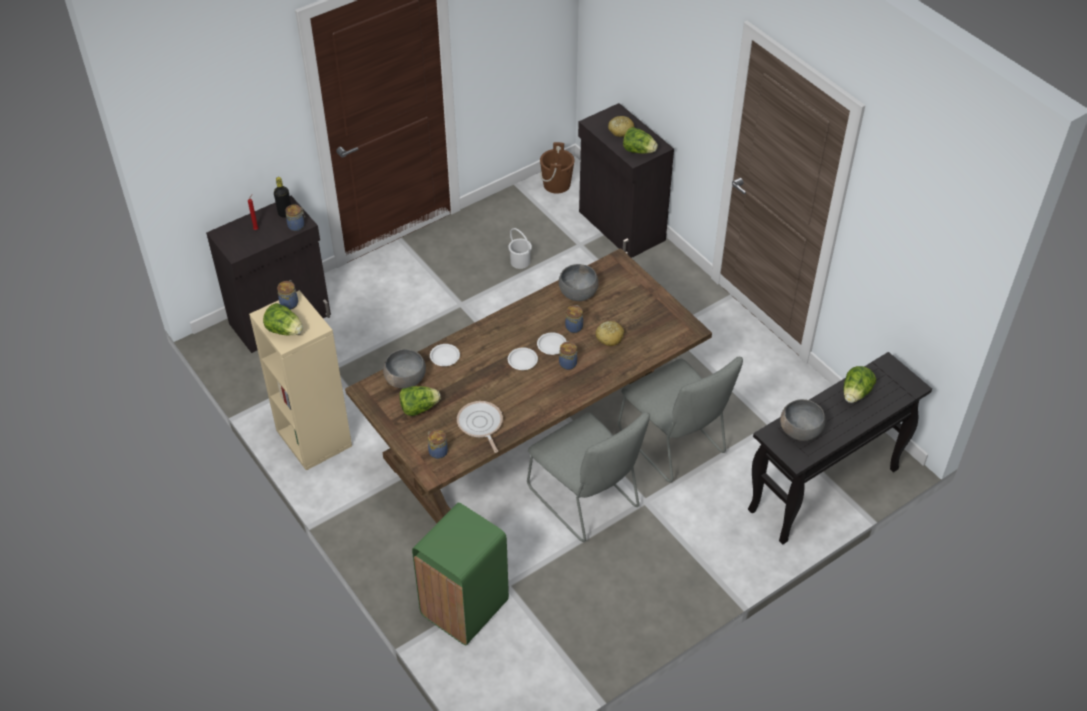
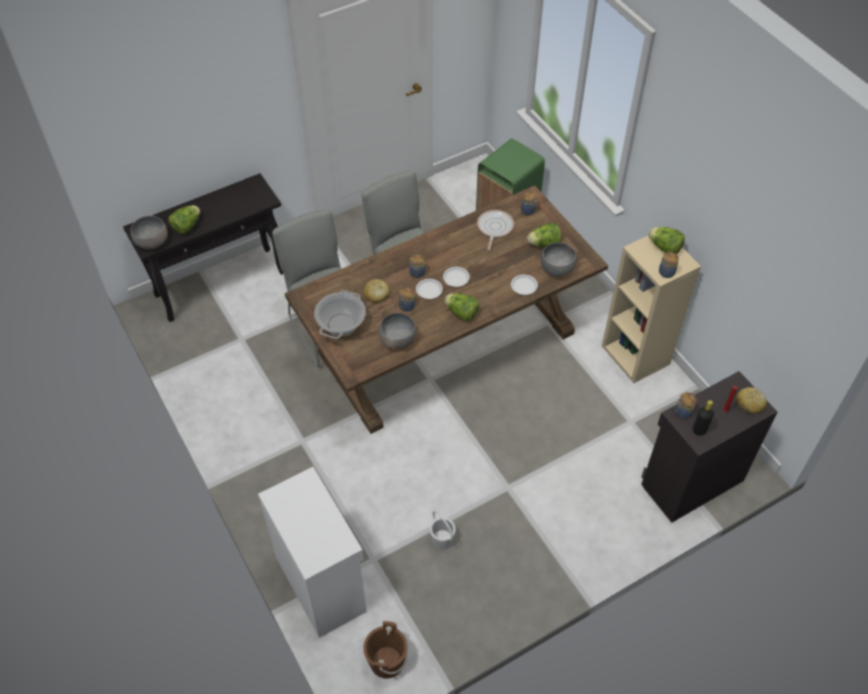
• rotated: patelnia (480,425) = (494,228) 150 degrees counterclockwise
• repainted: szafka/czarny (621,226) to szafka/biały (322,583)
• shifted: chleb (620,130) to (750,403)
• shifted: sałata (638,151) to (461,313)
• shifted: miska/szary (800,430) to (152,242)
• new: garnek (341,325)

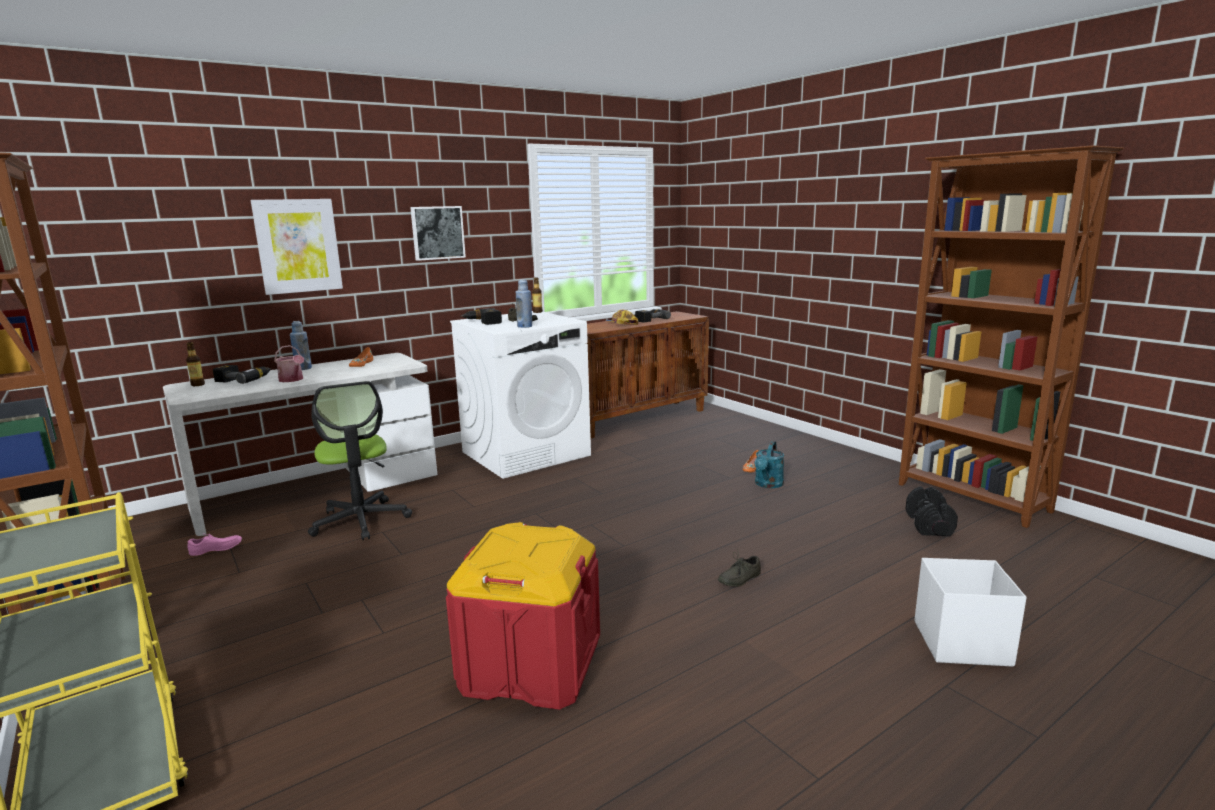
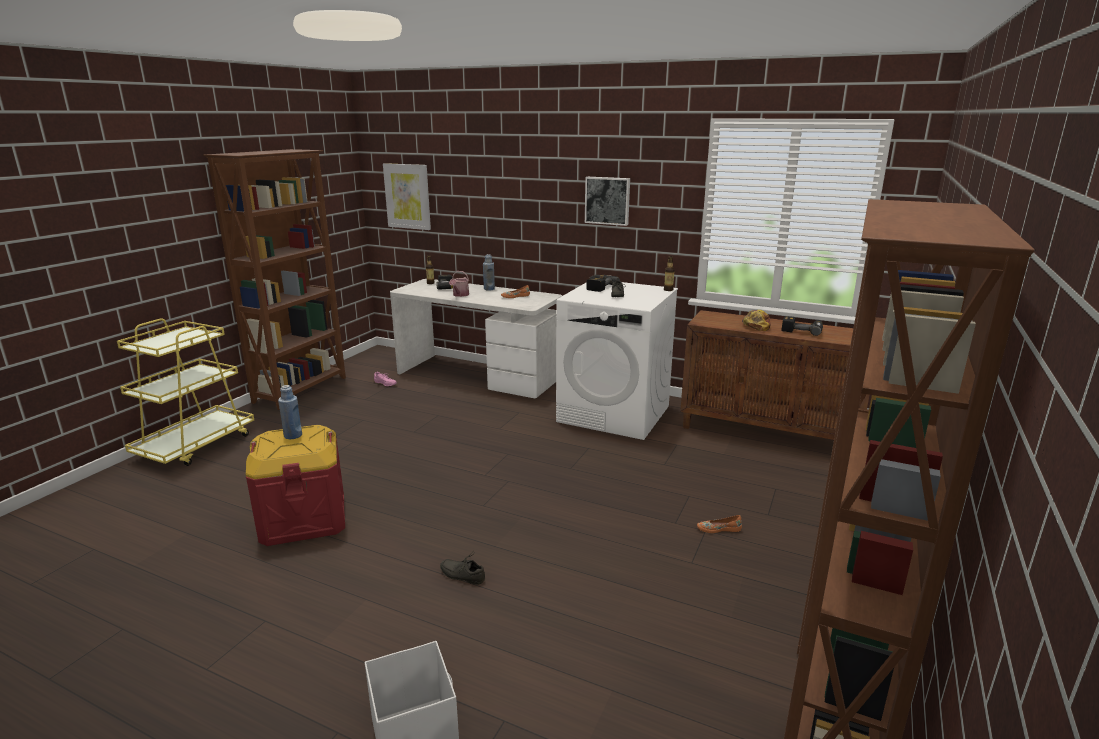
• shifted: obraz (298,246) to (407,196)
• gone: krzesło biurowe (361,521)
• shifted: butelka/niebieski (524,326) to (293,435)
• gone: konewka/turkusowy (768,485)
• gone: hantel/czarny (929,525)

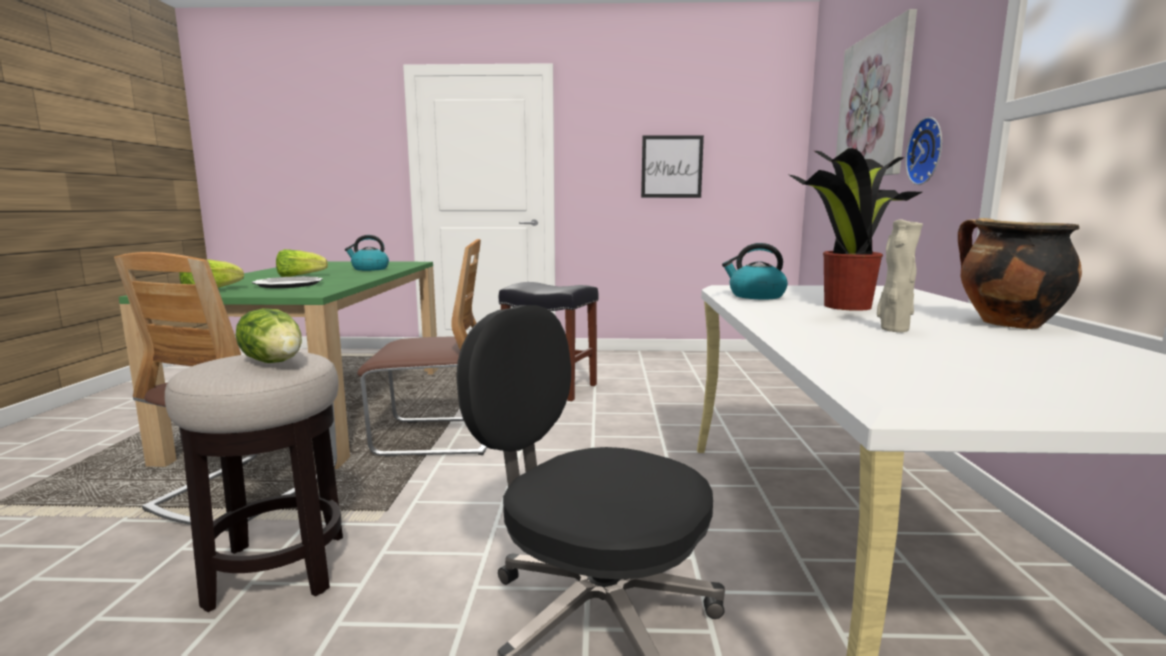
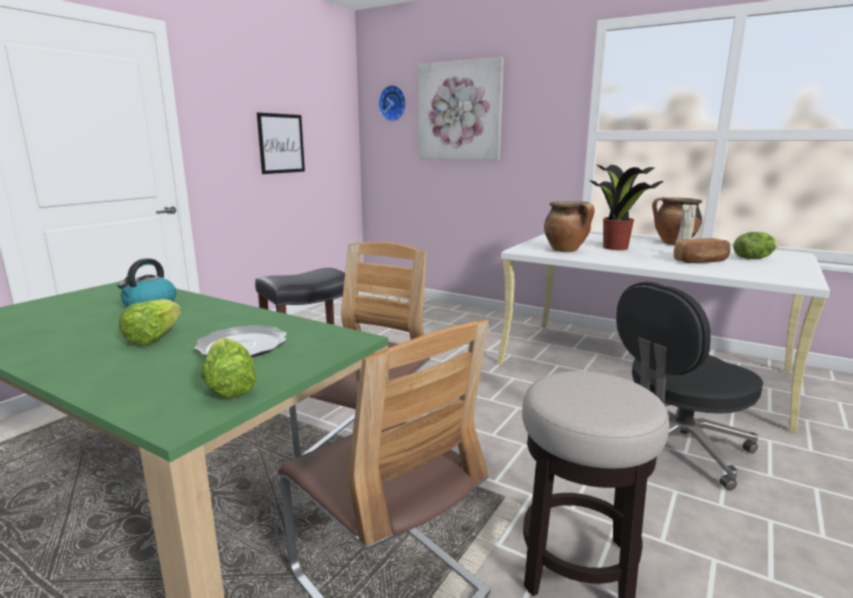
• shifted: sałata (274,361) to (752,258)
• swapped: czajnik (755,296) to garnek (566,250)
• shifted: zegar ścienny (928,151) to (393,103)
• new: chleb (701,261)

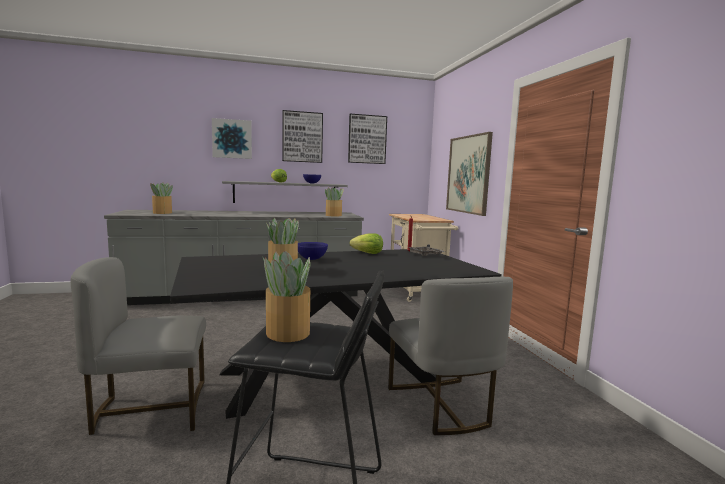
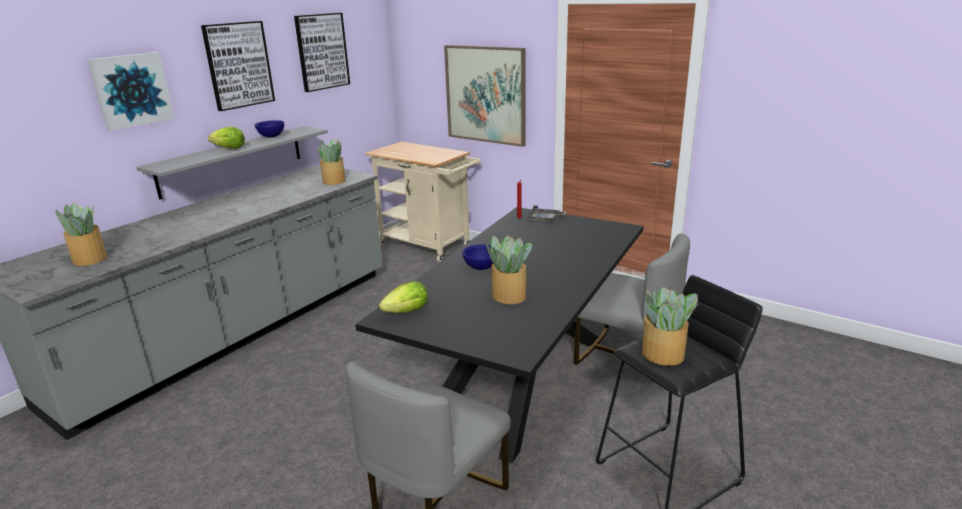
• shifted: sałata (368,253) to (407,312)

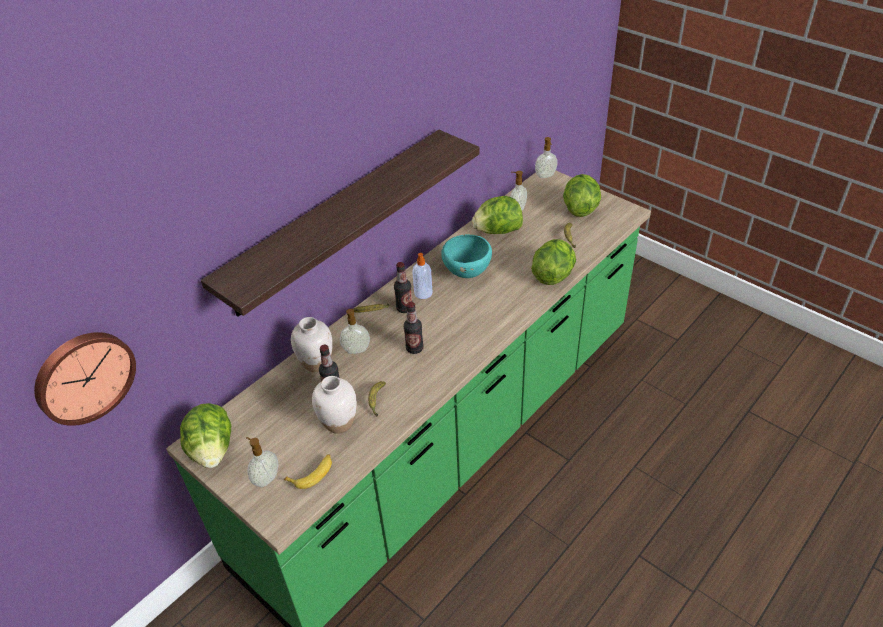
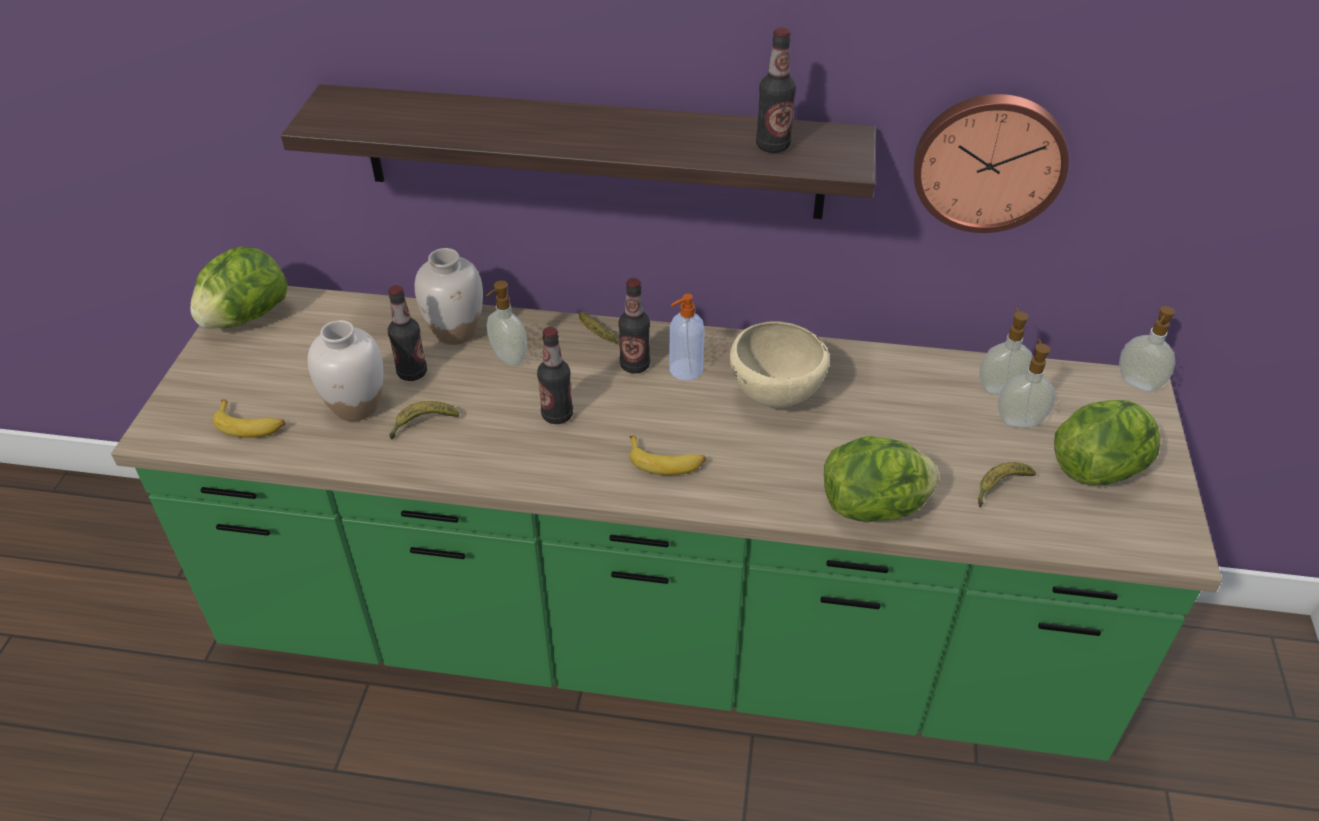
• shifted: zegar ścienny (84,376) to (989,161)
• shifted: dozownik mydła (266,478) to (1019,420)
• repainted: miska/turkusowy (467,273) to miska/beżowy (776,398)
• gone: sałata (498,231)
• new: banan (666,461)
• new: butelka (773,146)

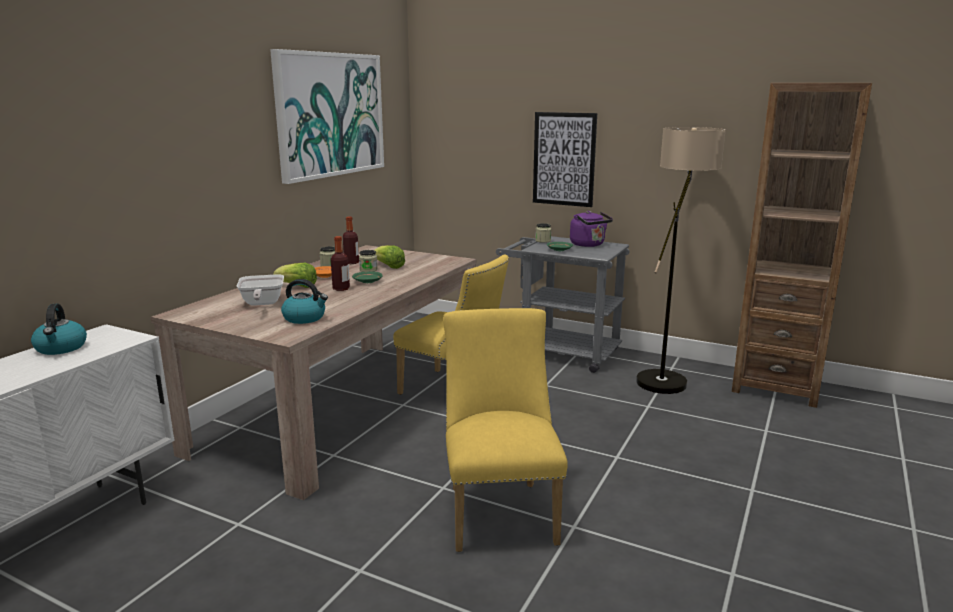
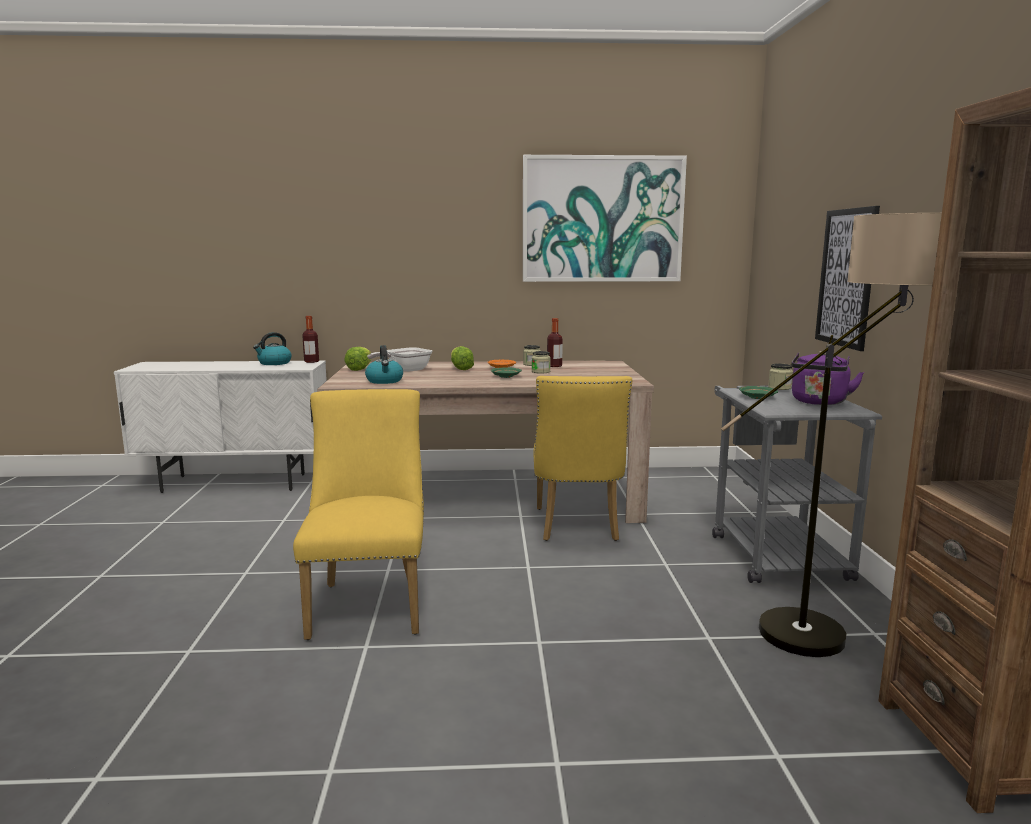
• shifted: butelka (341,289) to (311,361)
• shifted: sałata (389,266) to (360,369)
• rotated: krzesło/żółty (500,510) = (369,603) 60 degrees counterclockwise

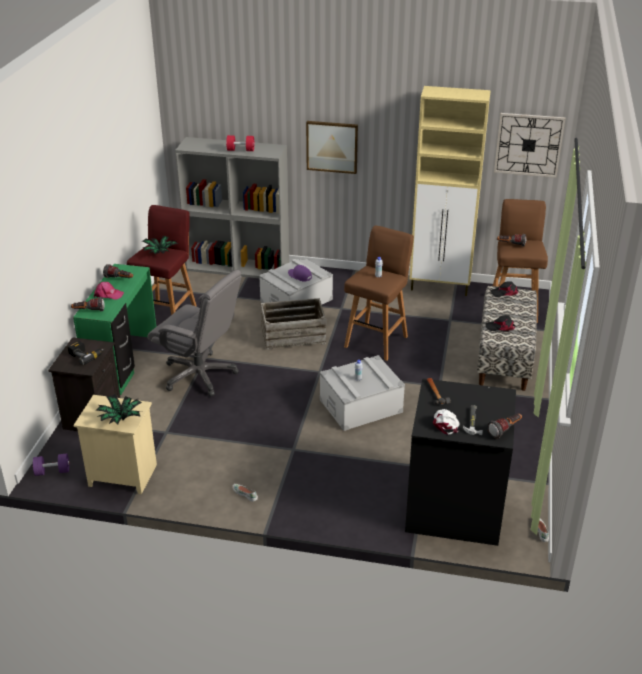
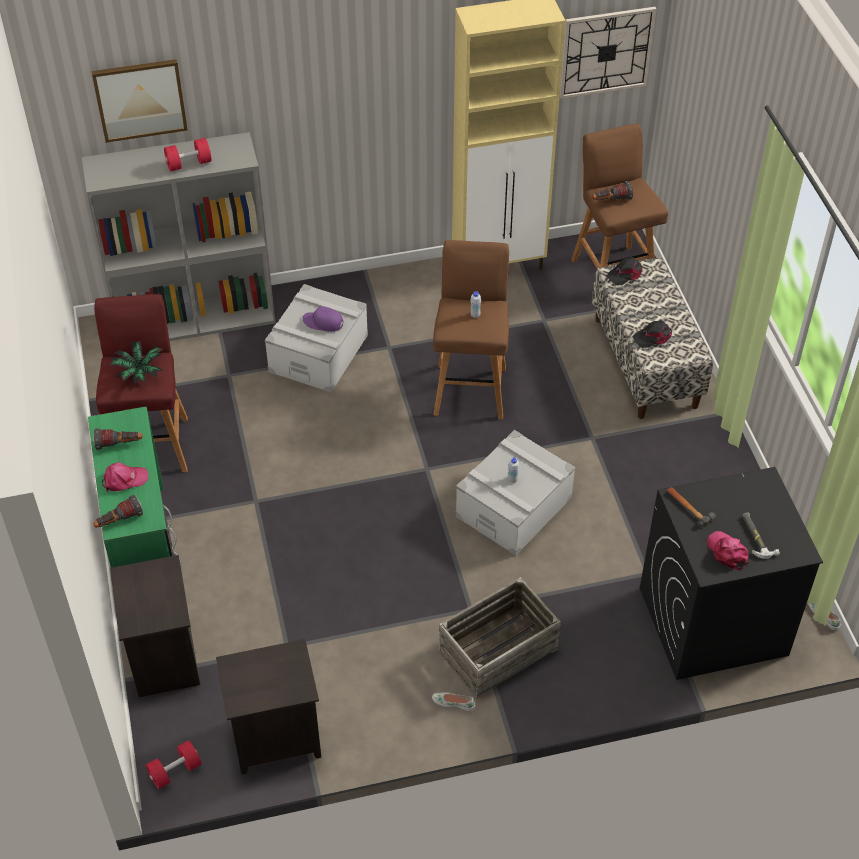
• repainted: hantel/fioletowy (52,471) to hantel/czerwony (175,771)
• gone: wiertarka (86,355)
• repainted: szafka nocna/beżowy (121,476) to szafka nocna/czarny (275,740)
• gone: roślina doniczkowa (120,419)
• gone: krzesło biurowe/szary (200,375)
• shifted: skrzynka (293,336) to (498,651)
• shifted: obraz (332,146) to (140,99)
• repainted: czapka z daszkiem/biały (445,423) to czapka z daszkiem/różowy (727,552)
• gone: latarka (505,430)

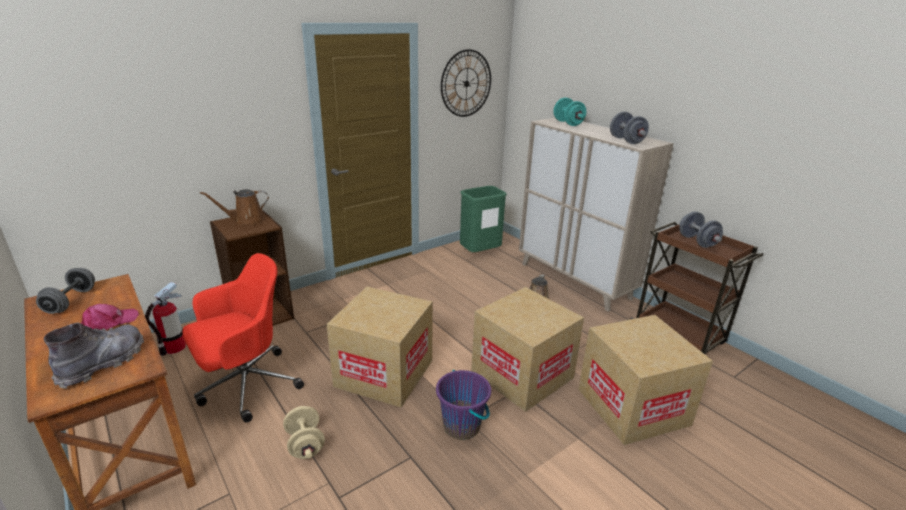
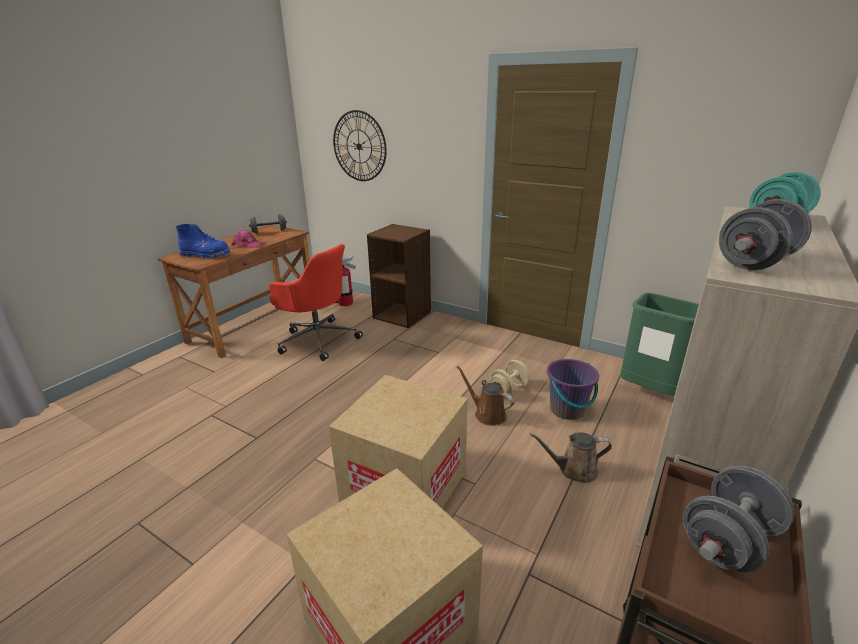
• repainted: but z cholewką/szary (104,363) to but z cholewką/niebieski (205,255)
• shifted: konewka/brązowy (246,221) to (487,414)
• shifted: hantel/beżowy (305,444) to (508,390)
• gone: karton (384,373)
• shifted: wiadro/fioletowy (462,426) to (567,410)
• shifted: zegar ścienny (466,83) to (359,146)

